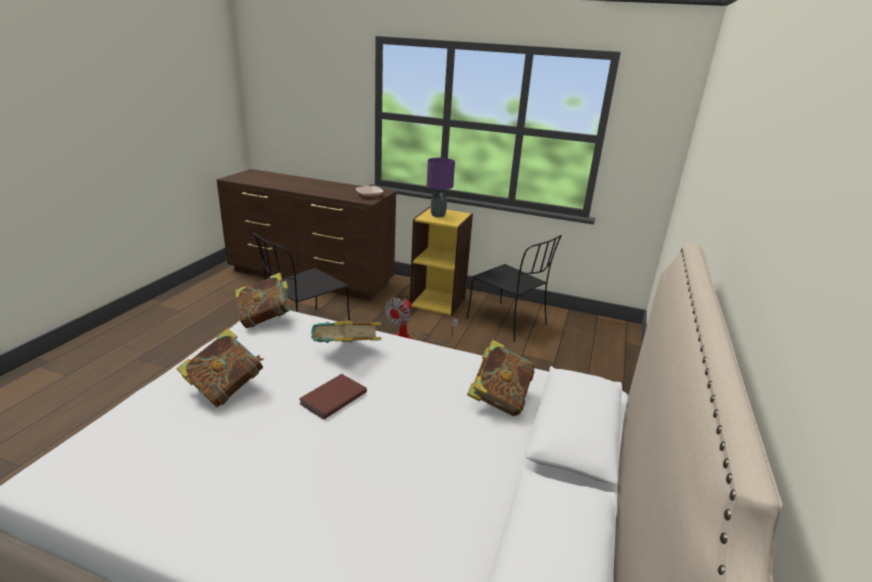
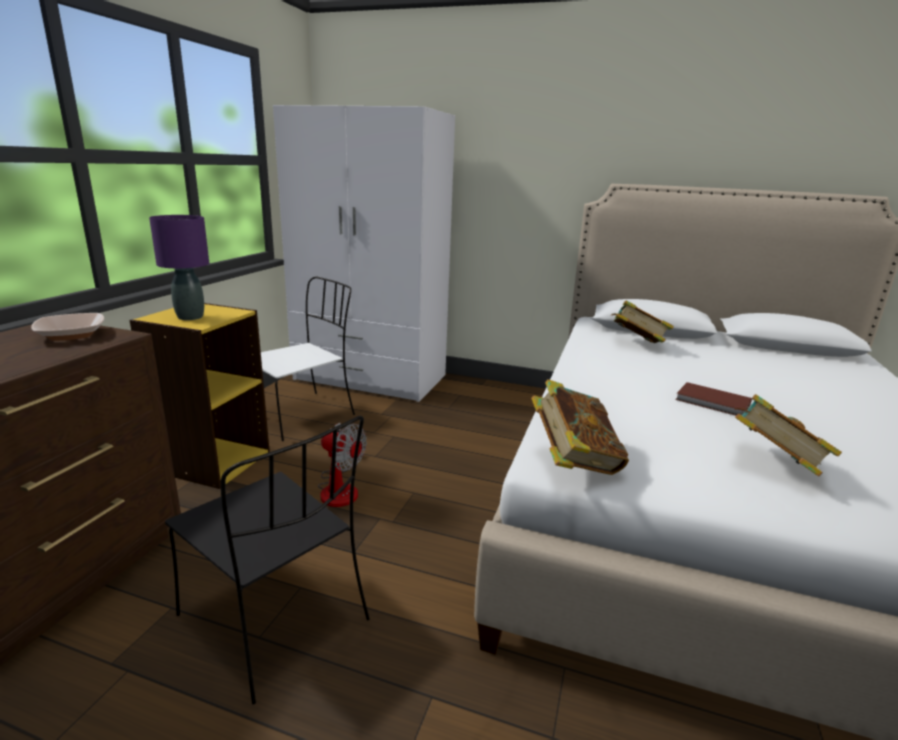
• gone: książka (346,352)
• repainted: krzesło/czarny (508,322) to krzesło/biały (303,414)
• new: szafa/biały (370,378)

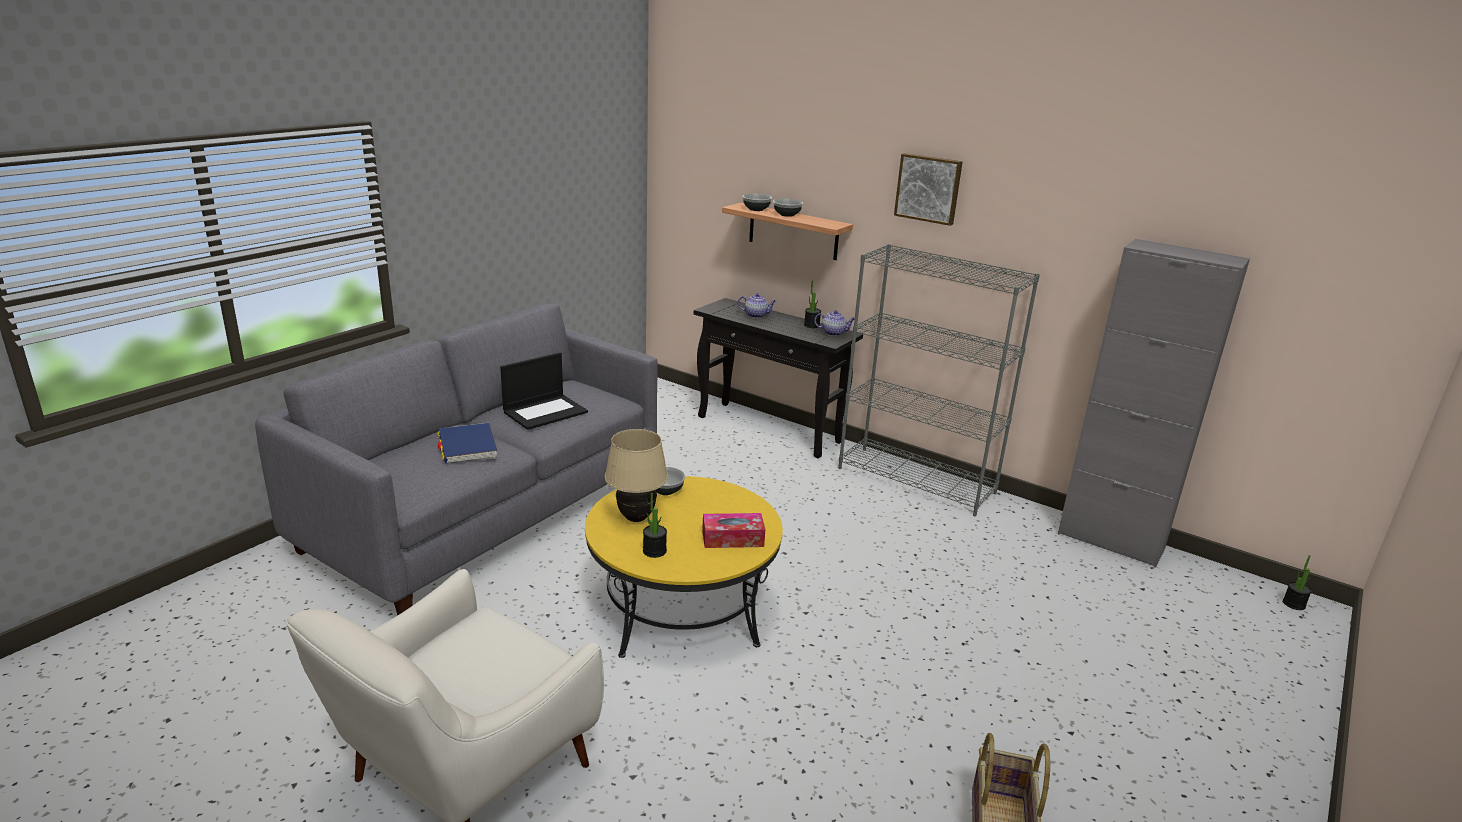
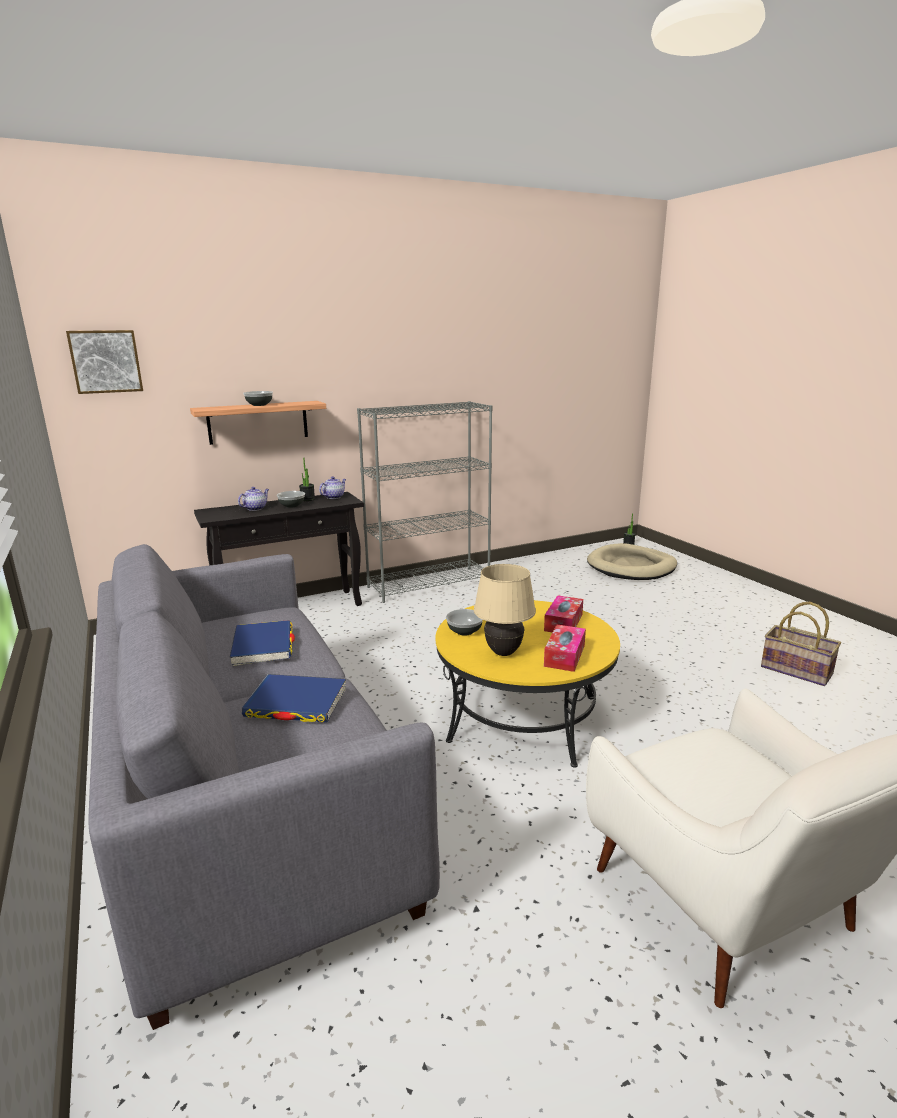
• swapped: laptop (545,412) to książka/niebieski (263,646)
• swapped: roślina doniczkowa (654,551) to pudełko chusteczek (564,655)
• shifted: miska (756,209) to (292,506)
• shifted: obraz (928,188) to (106,361)
• gone: szafka/szary (1110,541)
• new: legowisko/beżowy (631,567)

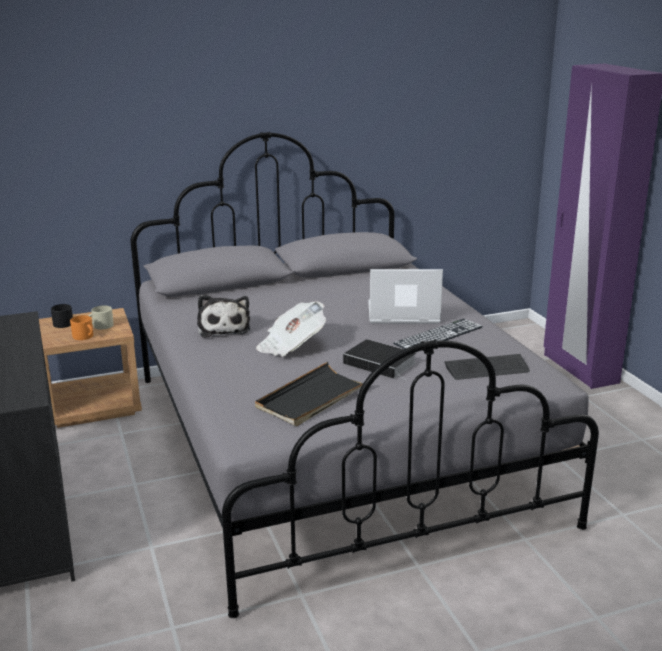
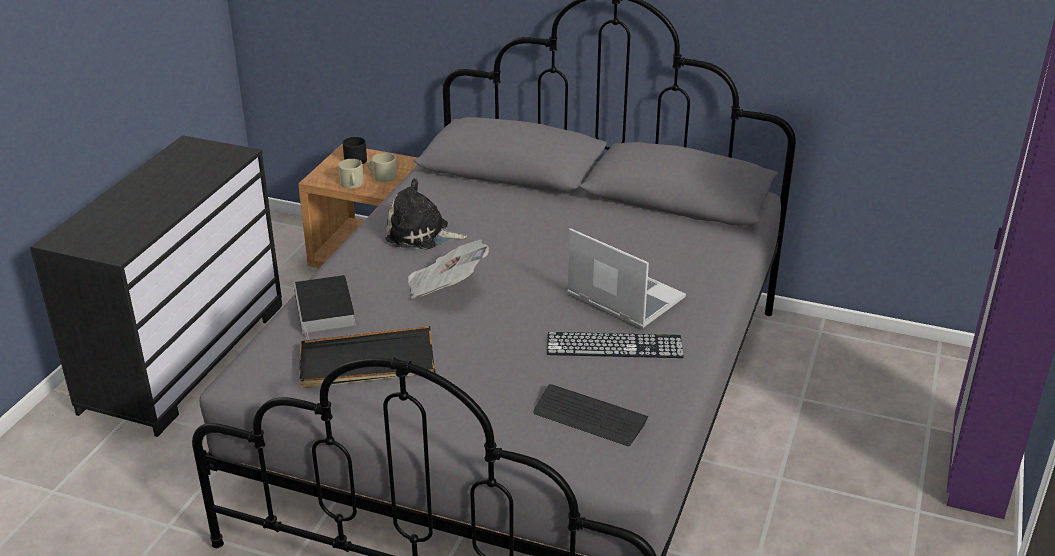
• repainted: kubek/pomarańczowy (84,336) to kubek/beżowy (352,184)
• rotated: pluszak (223,328) = (421,235) 75 degrees clockwise
• shifted: książka (382,363) to (325,310)

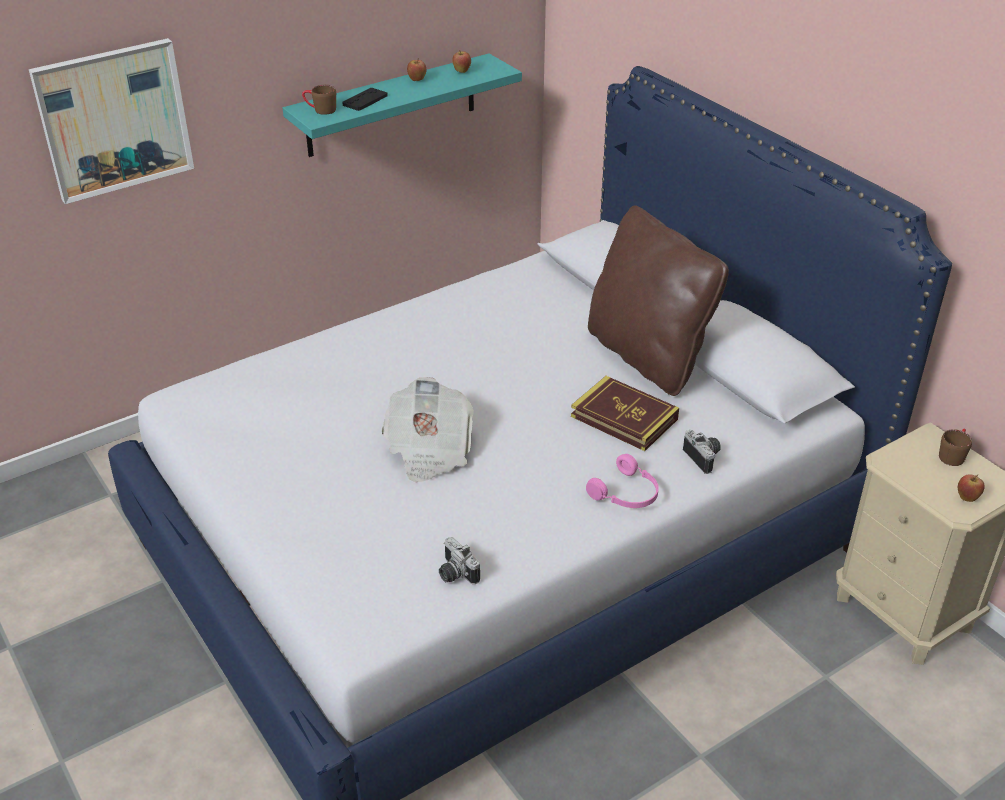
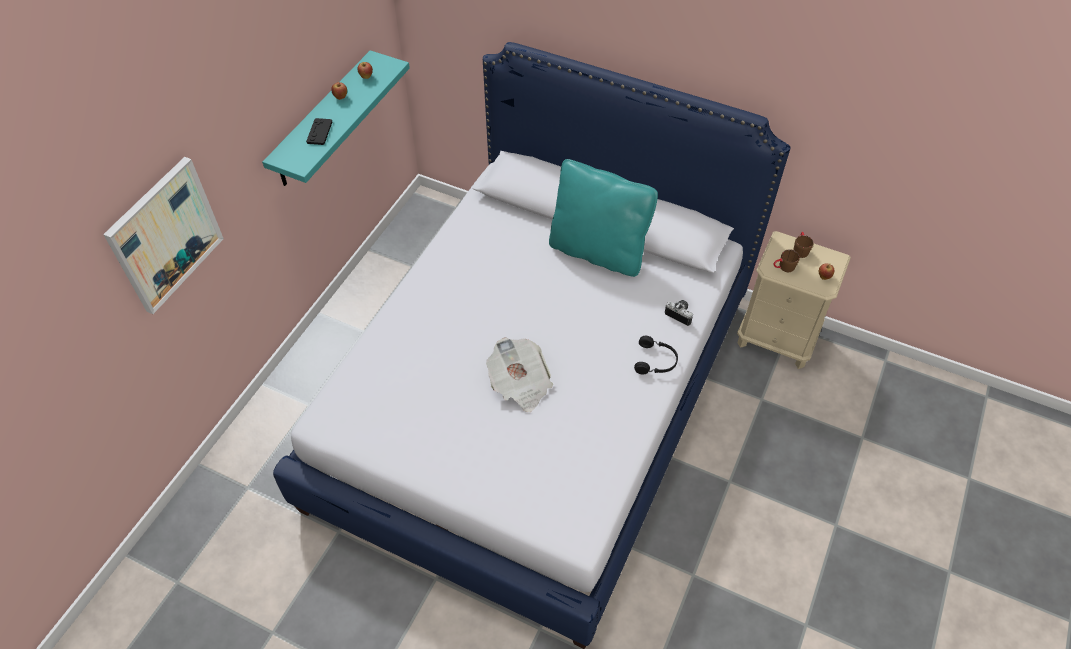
• shifted: kubek/brązowy (320,110) to (783,267)
• gone: aparat fotograficzny (454,573)
• gone: książka (624,418)
• repainted: słuchawki/różowy (627,494) to słuchawki/czarny (656,361)
• repainted: poduszka/brązowy (648,356) to poduszka/turkusowy (598,251)

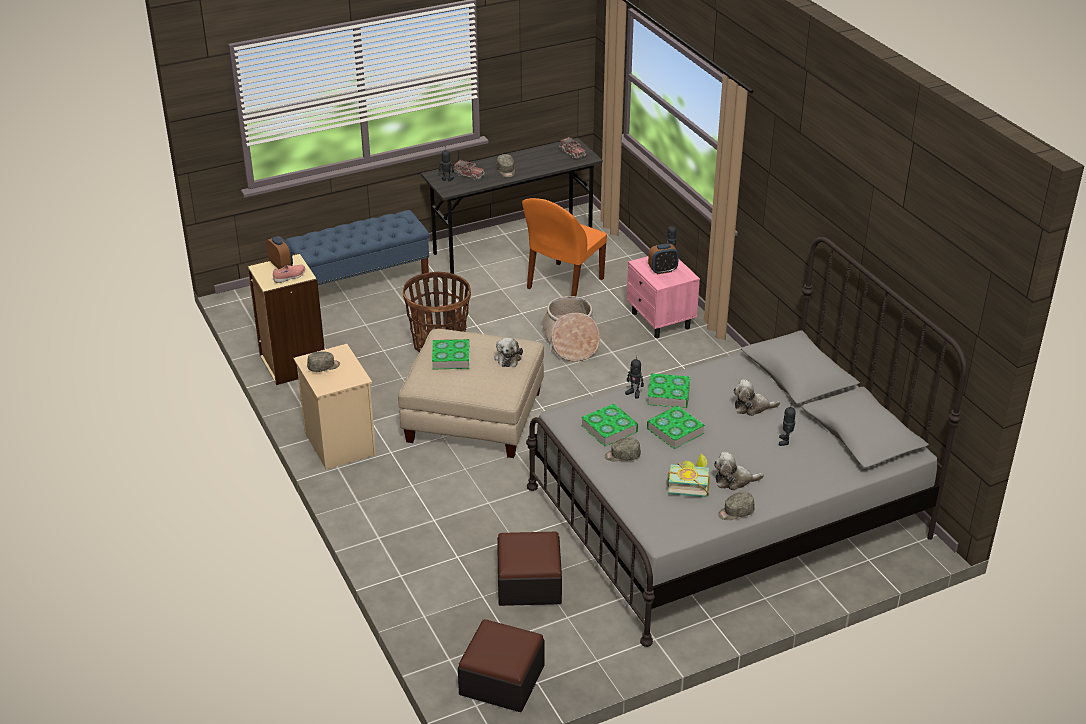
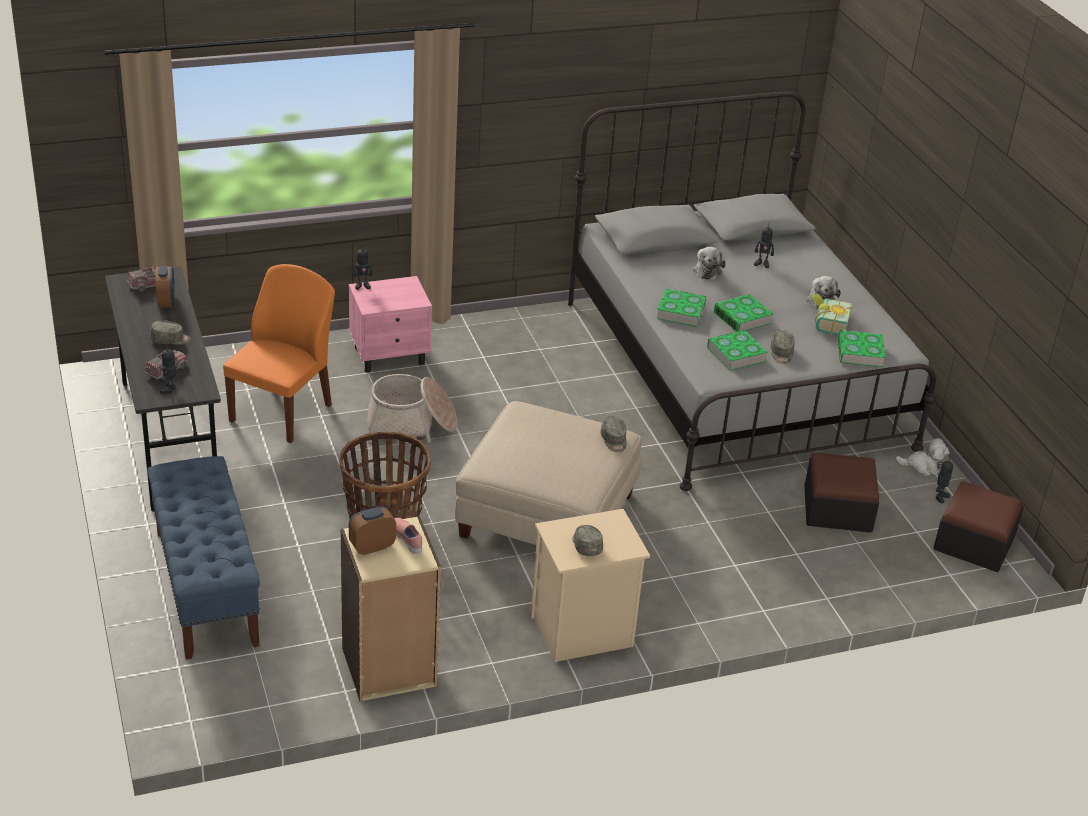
• shifted: książka (451,358) to (860,353)
• shifted: pluszak (507,358) to (923,466)
• rotated: krzesło/pomarańczowy (564,284) = (283,412) 105 degrees counterclockwise
• shifted: robot zabawkowy (634,393) to (940,497)
• shifted: budzik (662,270) to (166,302)
• shifted: czapka z daszkiem/szary (735,512) to (614,440)

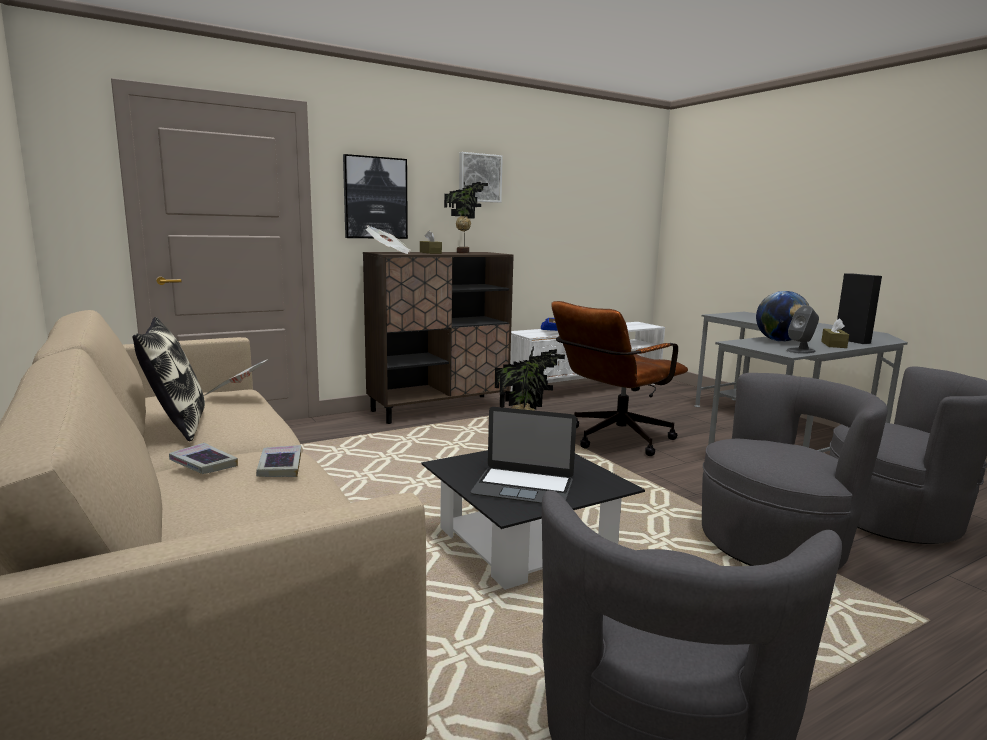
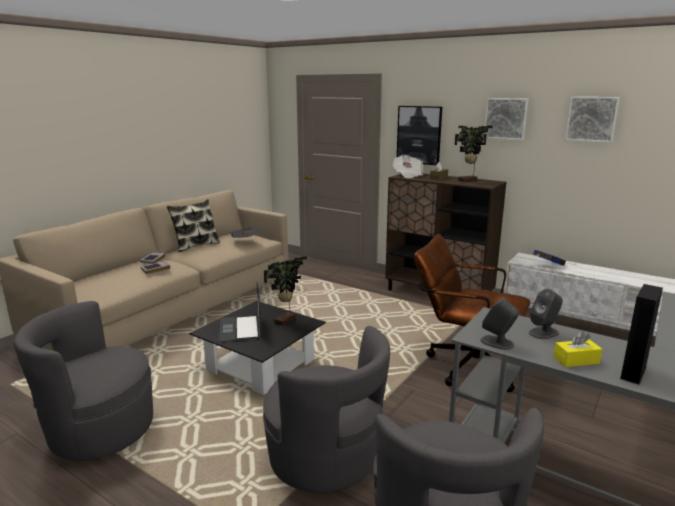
• swapped: globus (780,341) to głośnik/szary (543,333)
• repainted: pudełko chusteczek/brązowy (833,344) to pudełko chusteczek/żółty (576,360)
• new: obraz (592,119)

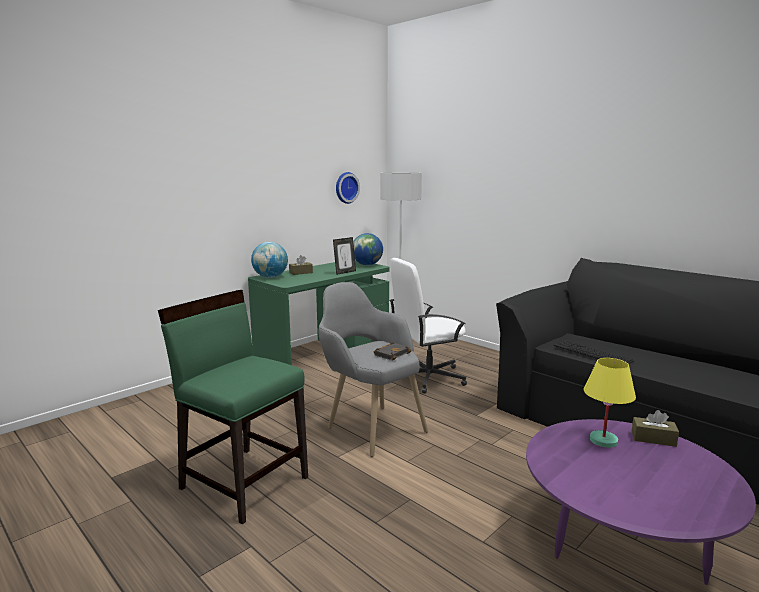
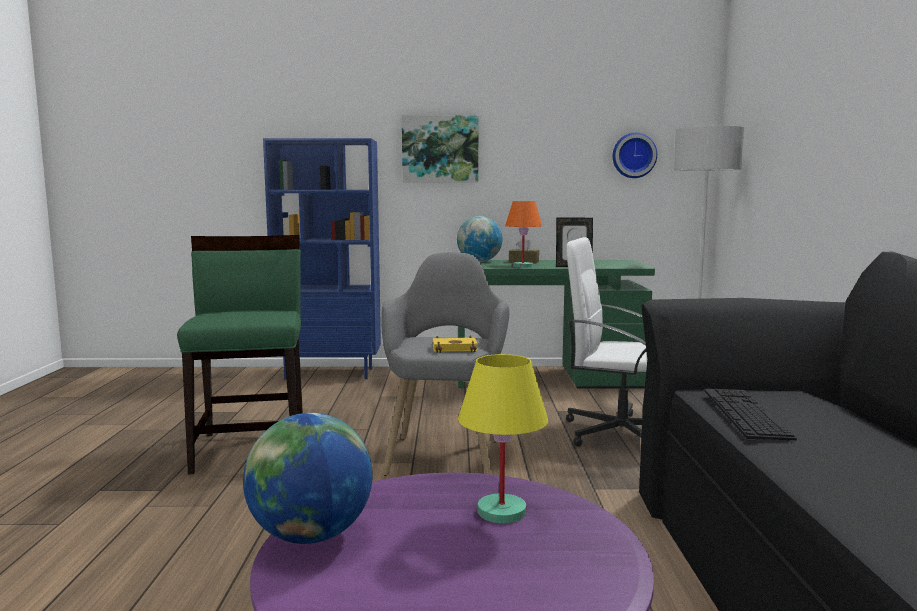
• shifted: globus (367,265) to (311,536)
• repainted: książka/czarny (391,354) to książka/żółty (456,348)
• gone: pudełko chusteczek/brązowy (653,439)
• new: regał/niebieski (330,373)
• new: obraz (440,149)
• new: lampa stołowa/pomarańczowy (522,266)

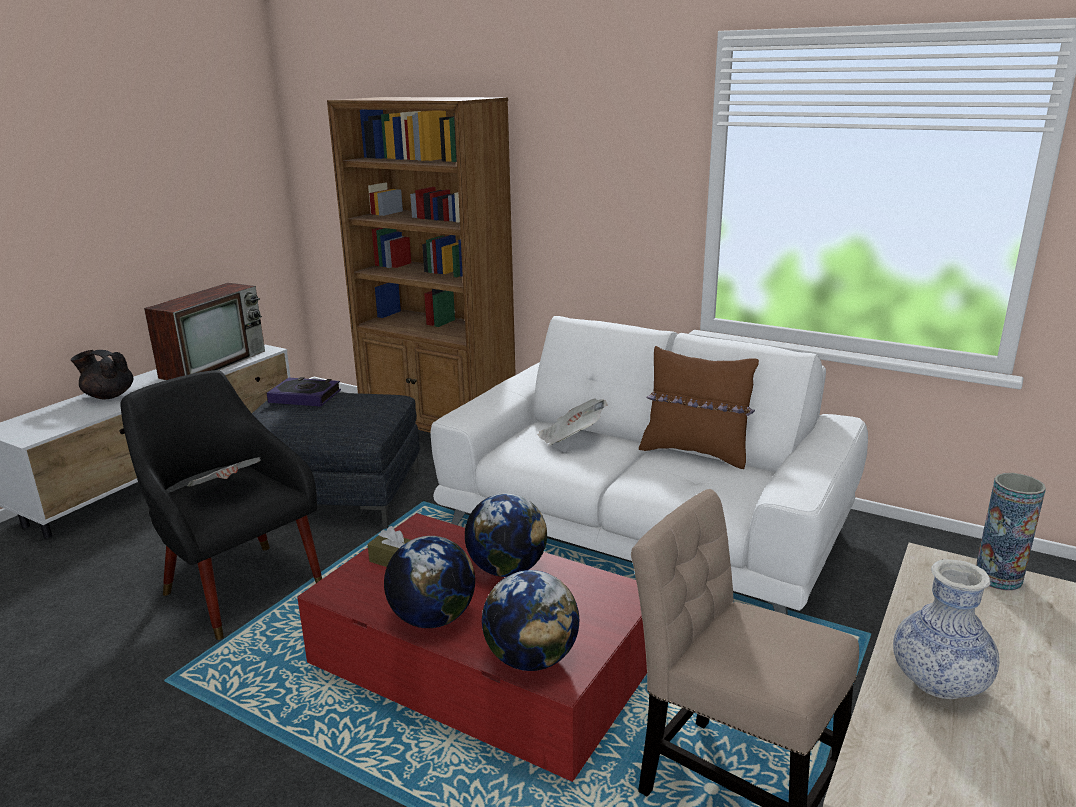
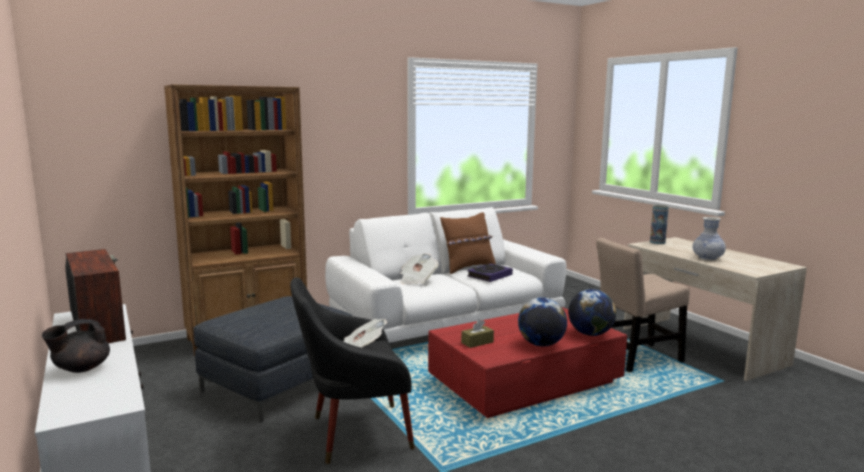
• shifted: książka (305,396) to (489,276)
• gone: globus (507,569)

